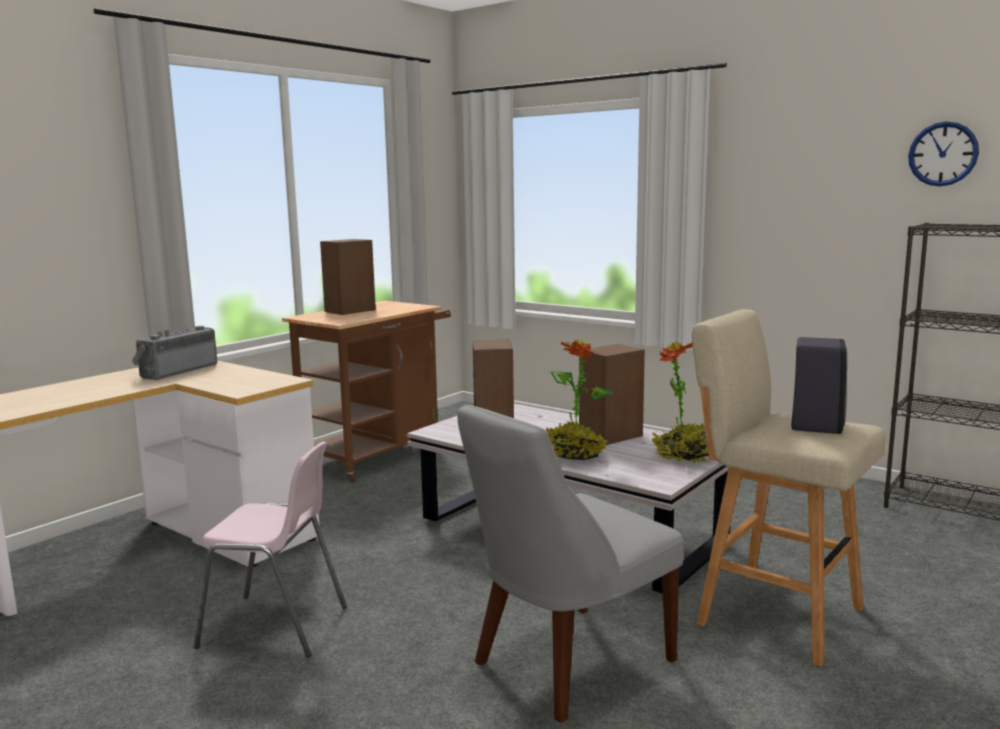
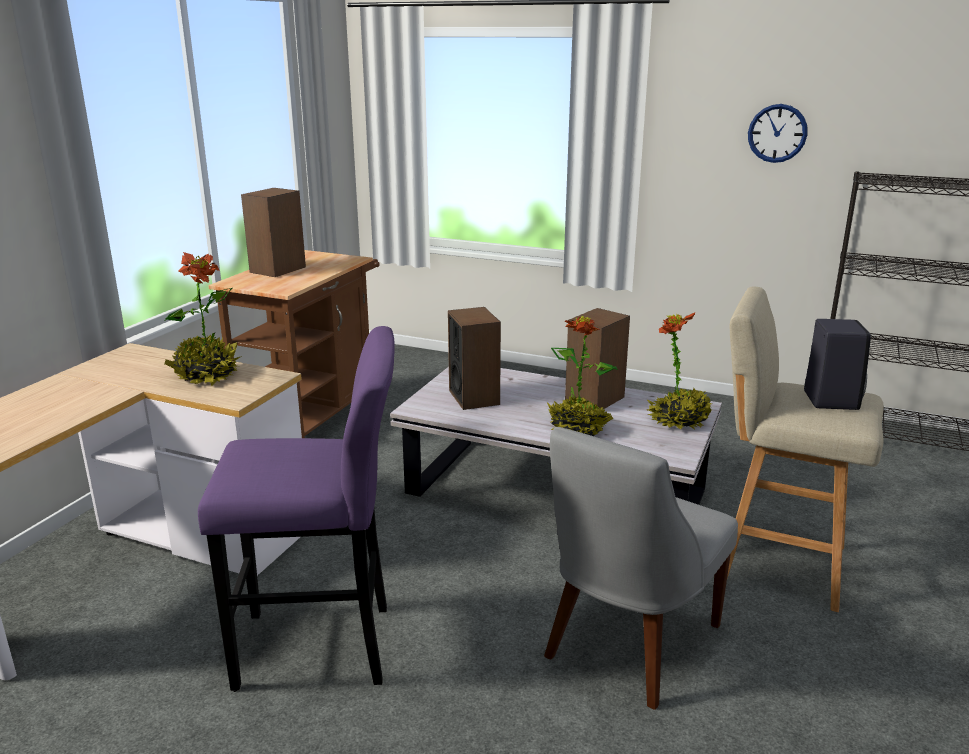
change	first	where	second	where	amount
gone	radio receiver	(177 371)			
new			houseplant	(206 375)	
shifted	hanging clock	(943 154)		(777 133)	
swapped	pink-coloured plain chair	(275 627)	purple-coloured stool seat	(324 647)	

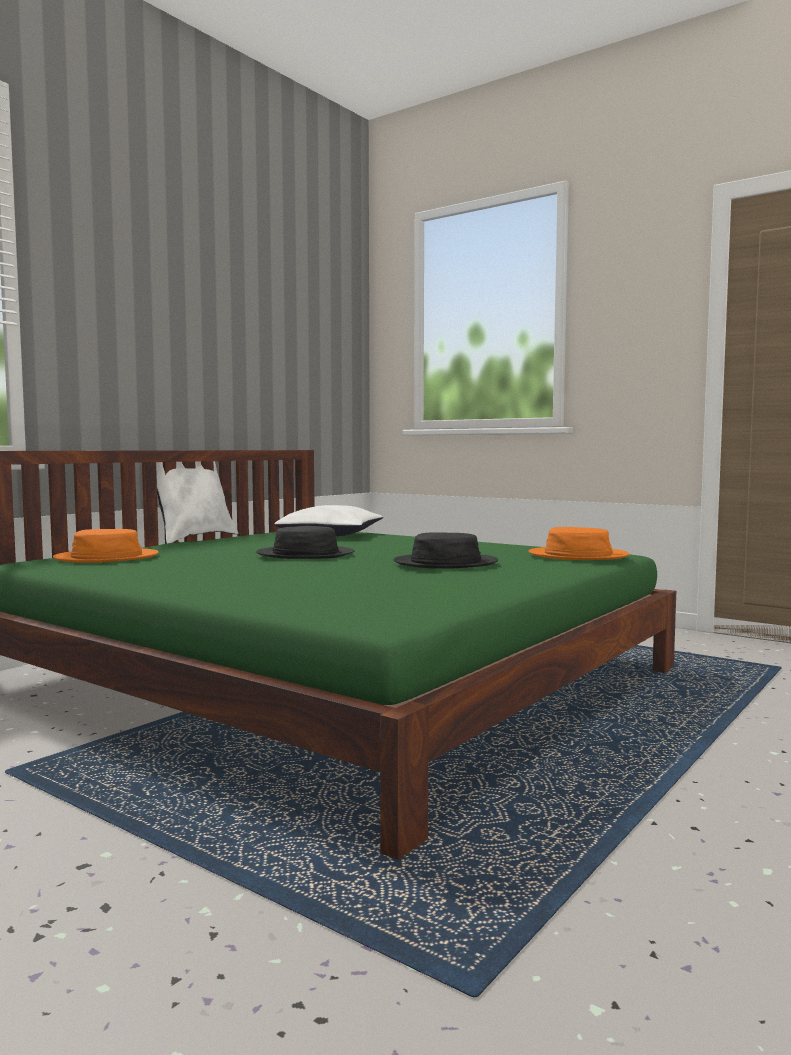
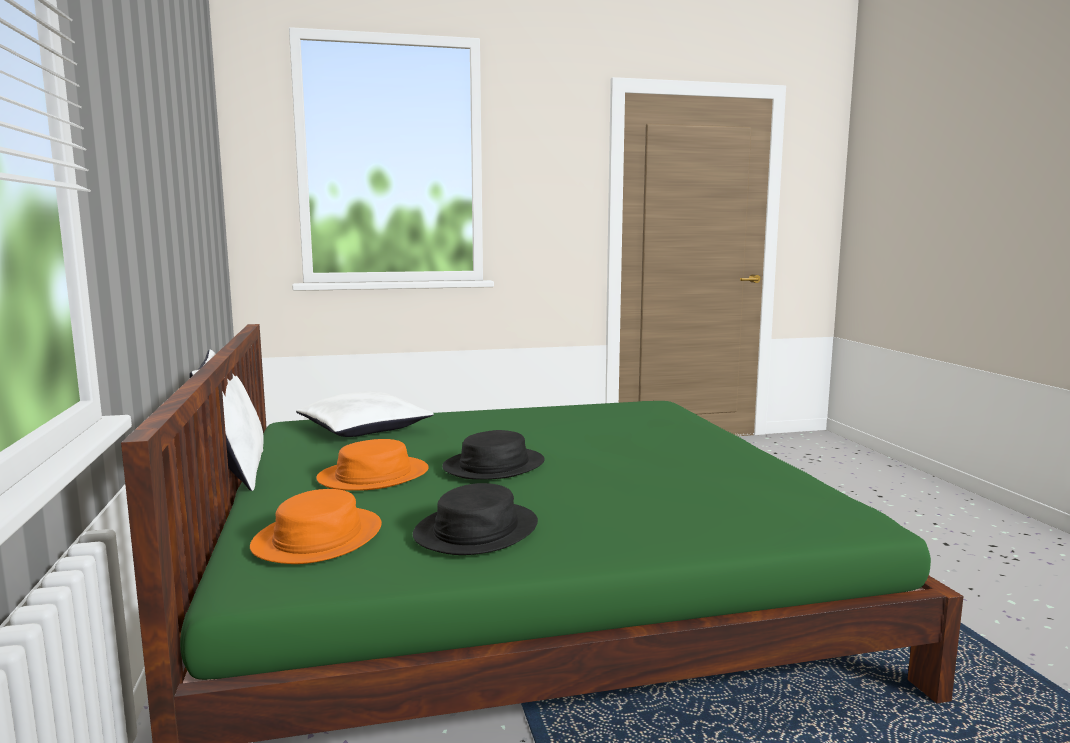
change	first	where	second	where	amount
shifted	blackish clothing hat	(445 563)		(476 530)	
shifted	orange-coloured clothing hat	(578 556)		(373 475)	

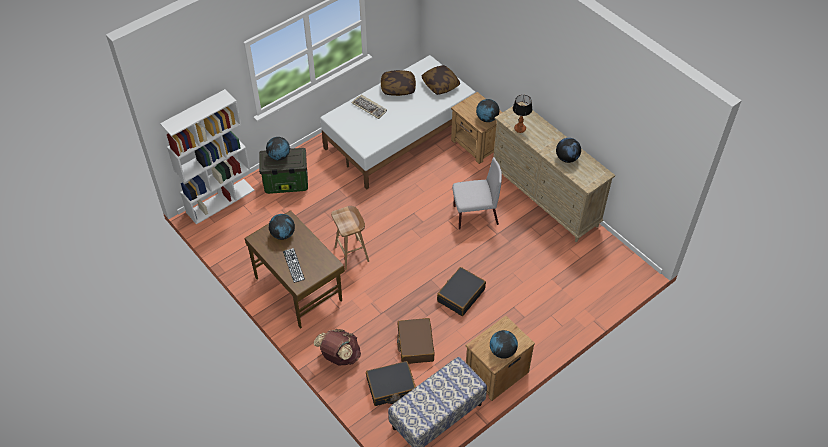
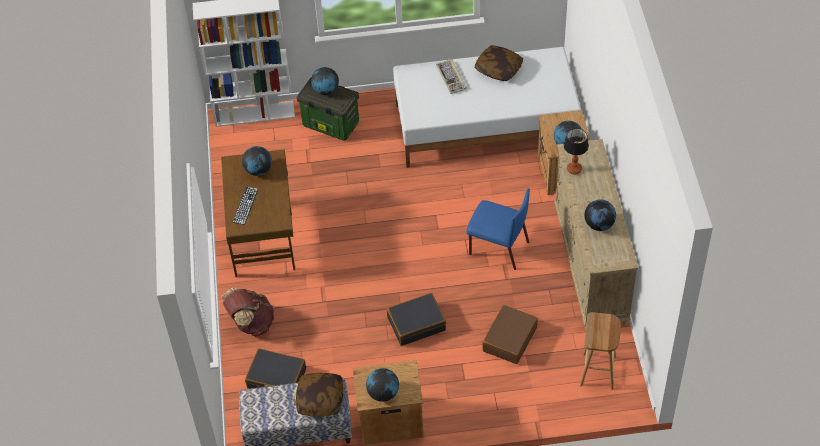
change	first	where	second	where	amount
shifted	brown stool seat	(352 254)		(598 372)	
shifted	brown travel case	(415 345)		(509 339)	
shifted	pillow	(440 85)		(320 399)	
repainted	grey plain chair	(474 215)	blue-coloured plain chair	(498 248)	

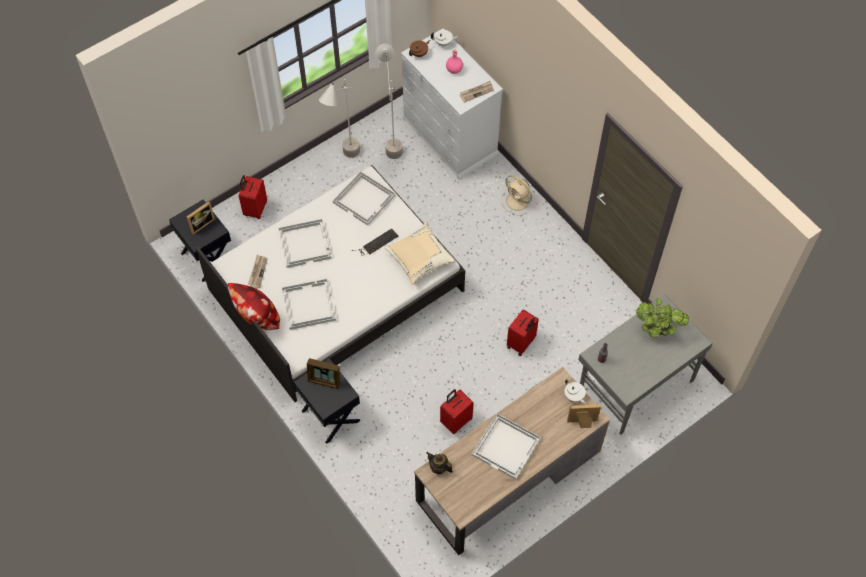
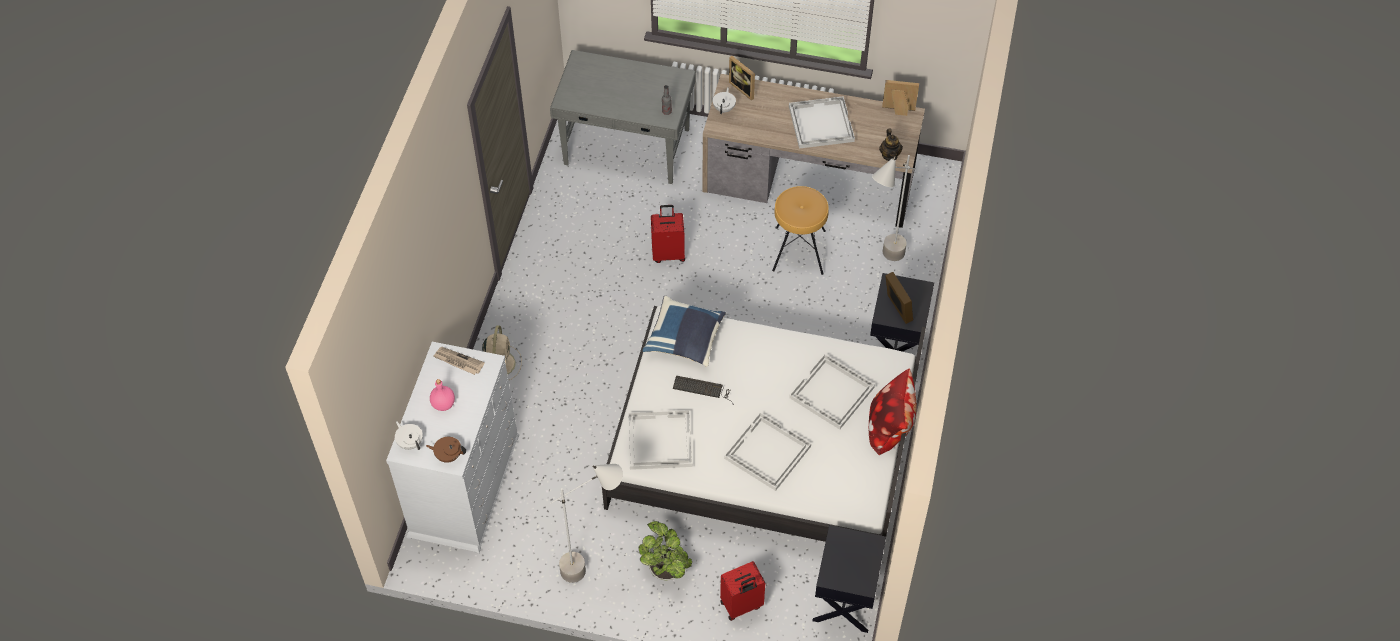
change	first	where	second	where	amount
gone	daily paper	(257 272)			
shifted	photo frame	(201 224)		(898 110)	
shifted	grey standard lamp	(391 140)		(882 264)	
shifted	houseplant	(657 329)		(665 567)	
swapped	reddish travel case	(455 421)	brown stool seat	(798 250)	
repainted	sand-coloured pillow	(419 259)	blue-coloured pillow	(685 339)	

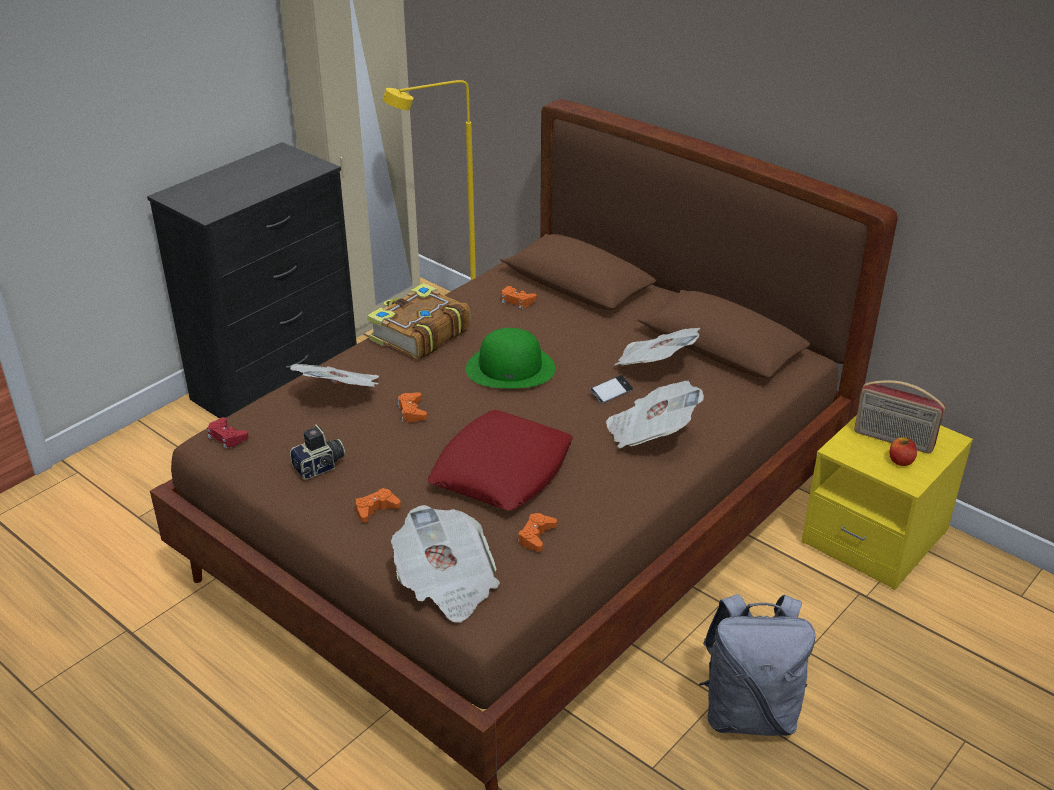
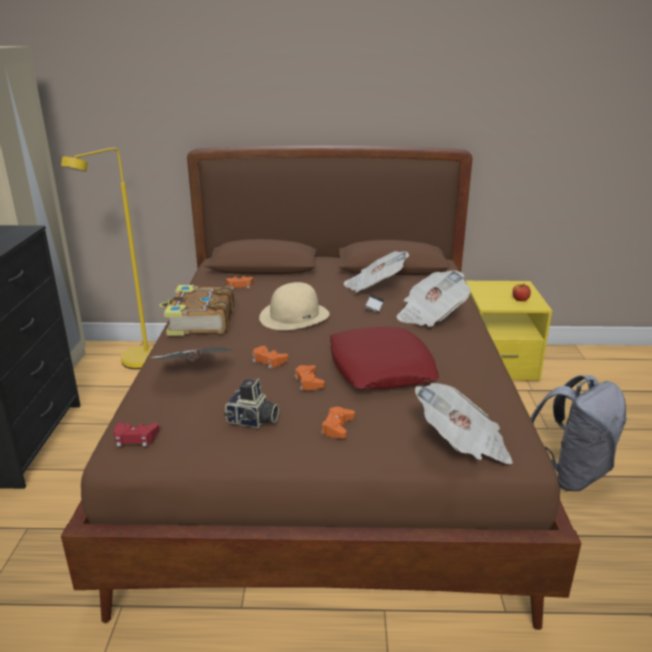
change	first	where	second	where	amount
gone	radio receiver	(893 440)			
shifted	orange-coloured game controller	(536 536)		(308 382)	
repainted	green-coloured clothing hat	(510 368)	sand-coloured clothing hat	(294 316)	
rotated	photo camera	(320 467)		(252 421)	90 degrees clockwise

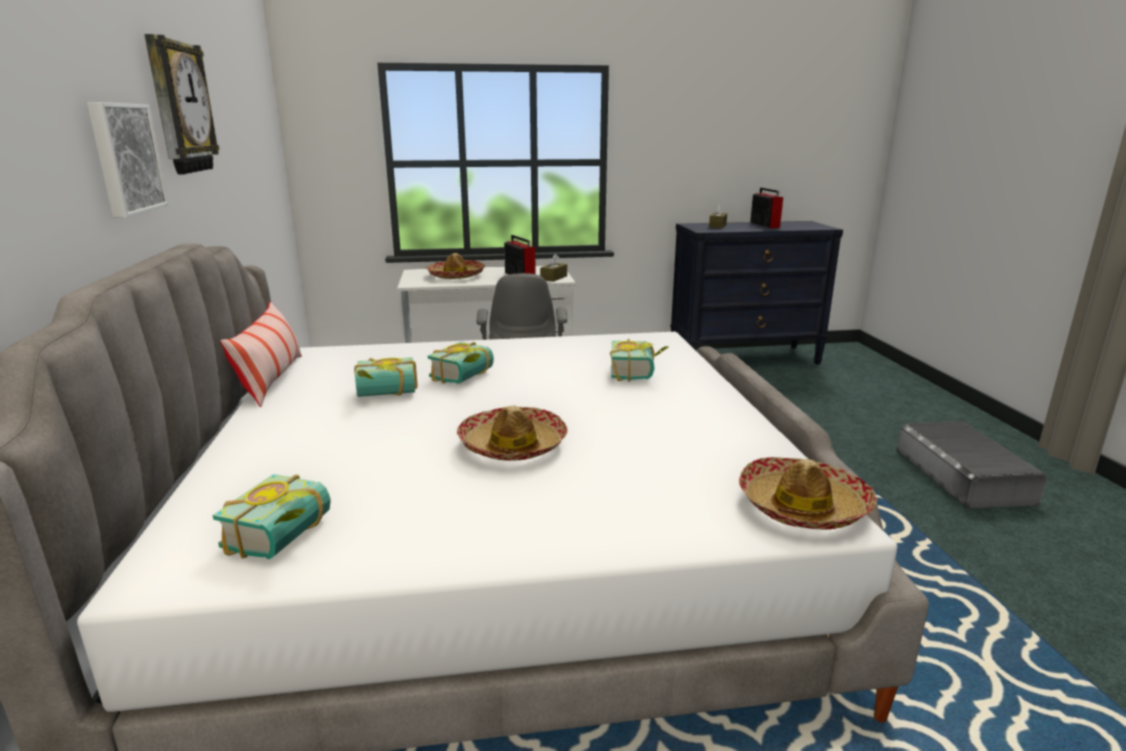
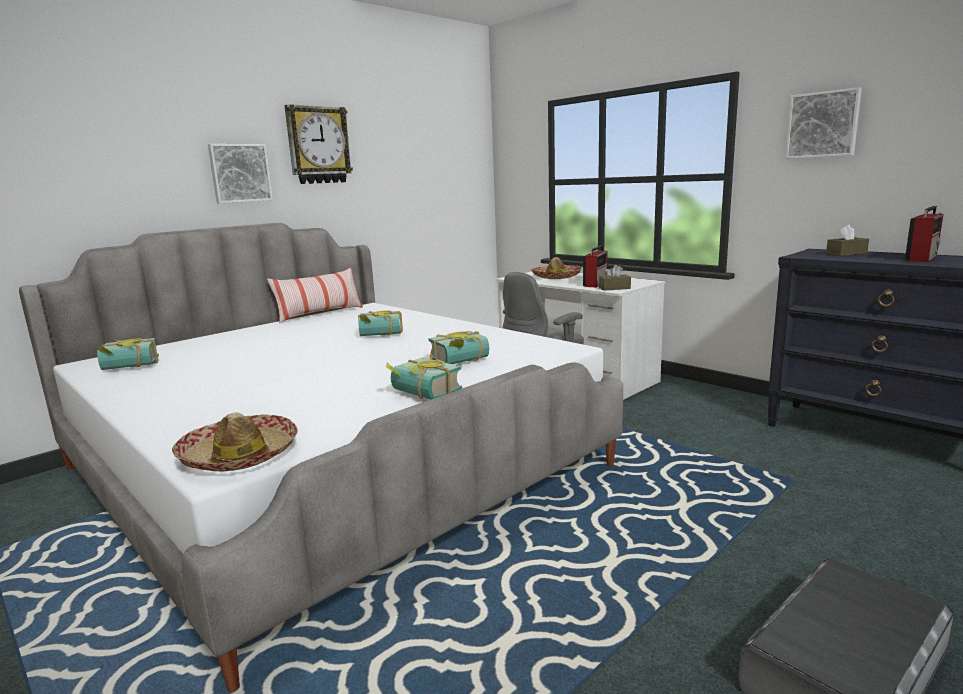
change	first	where	second	where	amount
gone	clothing hat	(512 446)			
new			wall picture	(823 125)	
shifted	bound book	(386 394)		(421 395)	

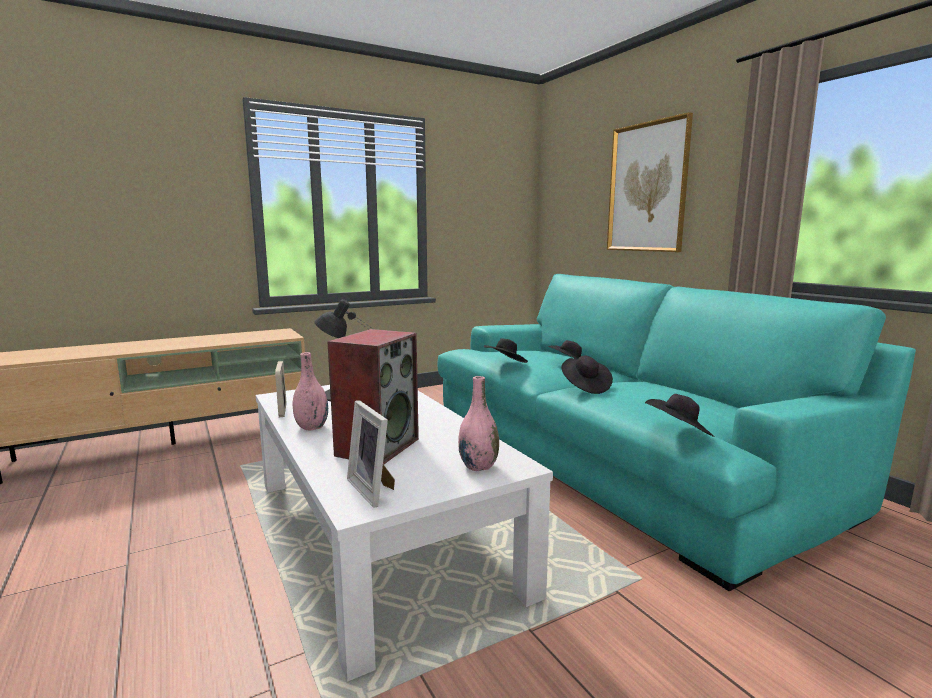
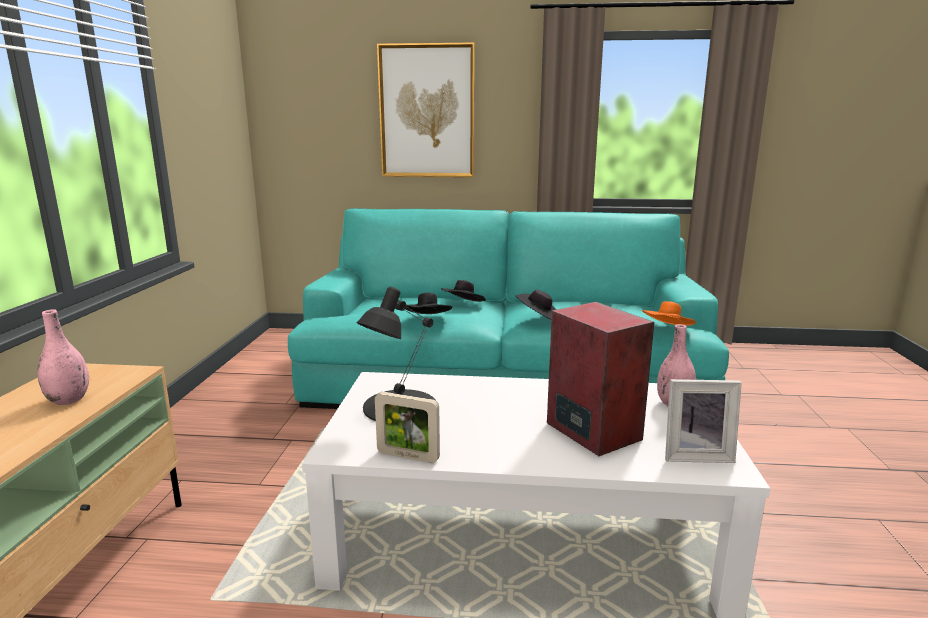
change	first	where	second	where	amount
shifted	pink-coloured decorative vase	(311 427)		(68 400)	
repainted	blackish clothing hat	(678 433)	orange-coloured clothing hat	(667 330)	

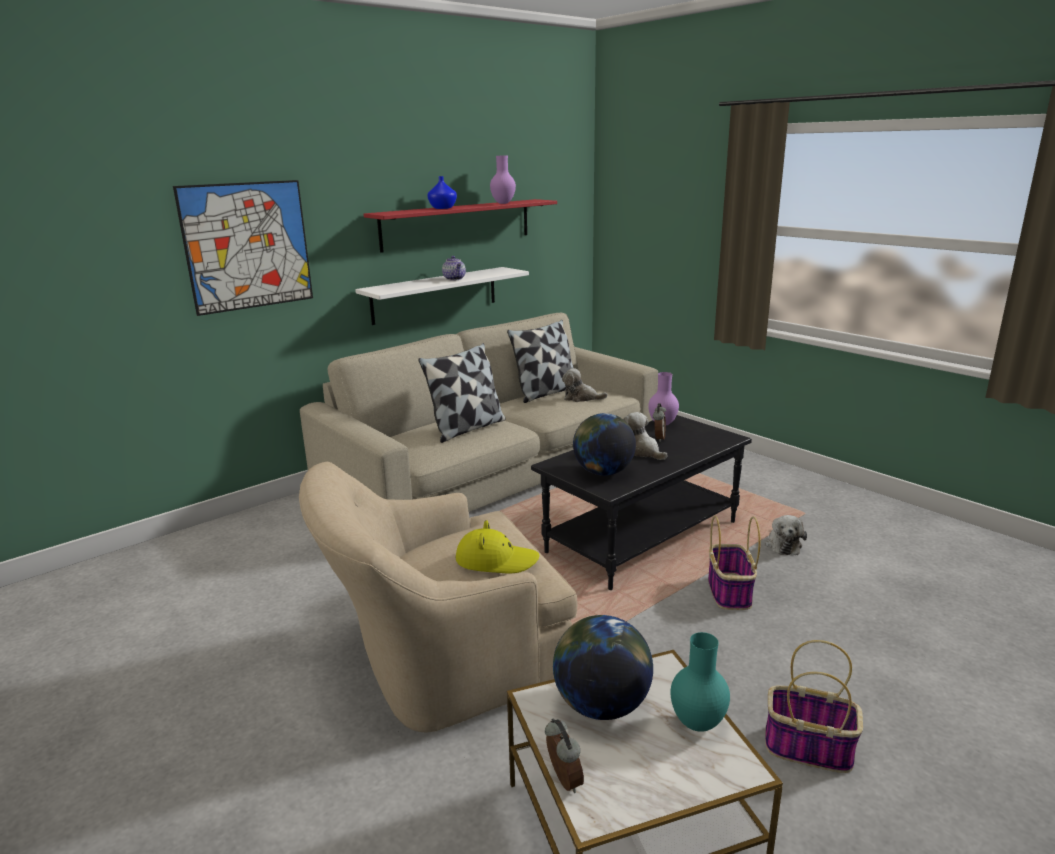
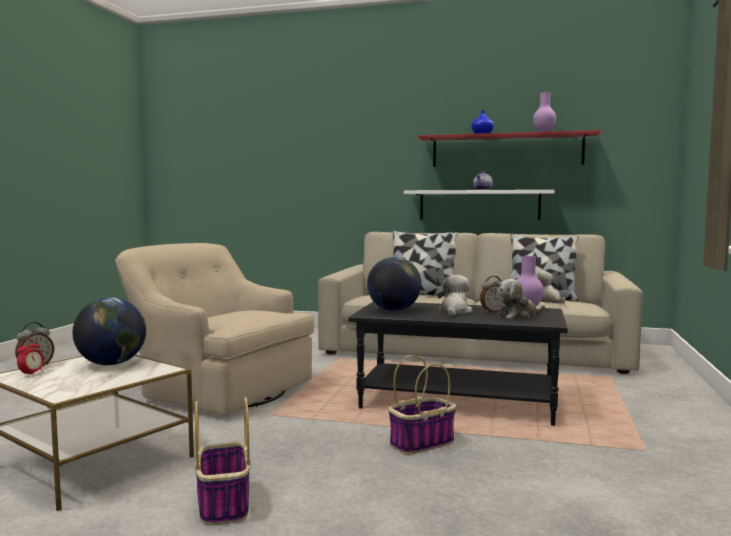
change	first	where	second	where	amount
gone	wall picture	(248 246)			
gone	yellow-coloured clothing hat	(496 560)			
gone	turquoise-coloured decorative vase	(697 723)			
new			table clock	(31 374)	
shifted	plush toy	(783 544)		(518 316)	

